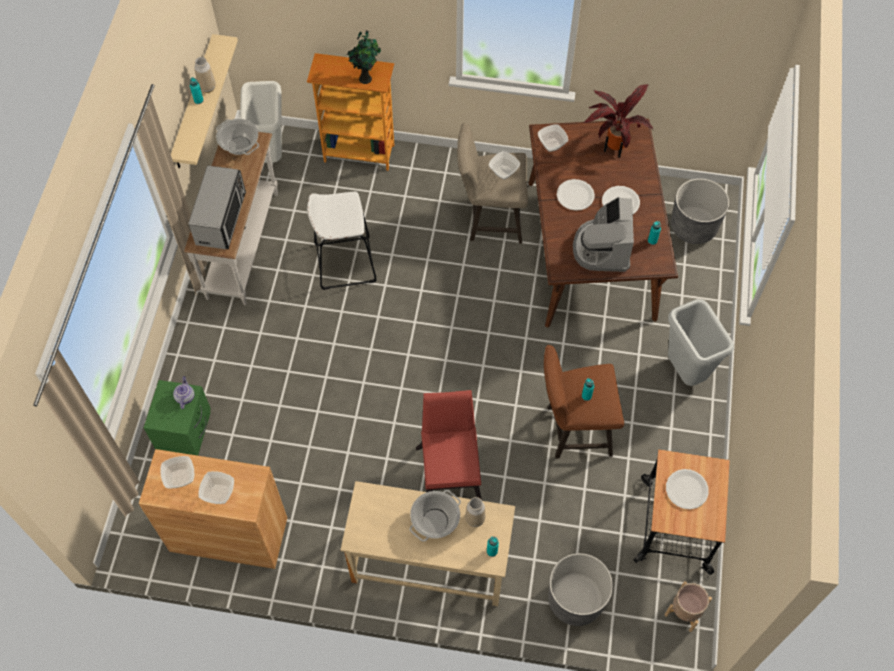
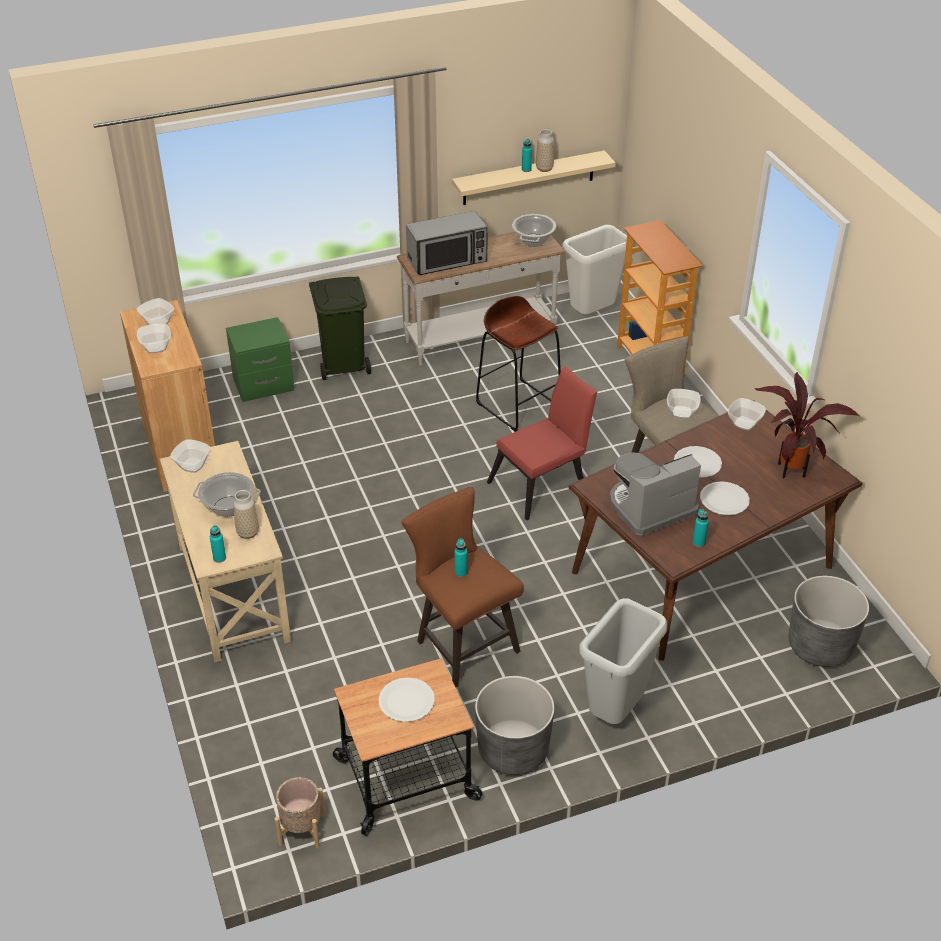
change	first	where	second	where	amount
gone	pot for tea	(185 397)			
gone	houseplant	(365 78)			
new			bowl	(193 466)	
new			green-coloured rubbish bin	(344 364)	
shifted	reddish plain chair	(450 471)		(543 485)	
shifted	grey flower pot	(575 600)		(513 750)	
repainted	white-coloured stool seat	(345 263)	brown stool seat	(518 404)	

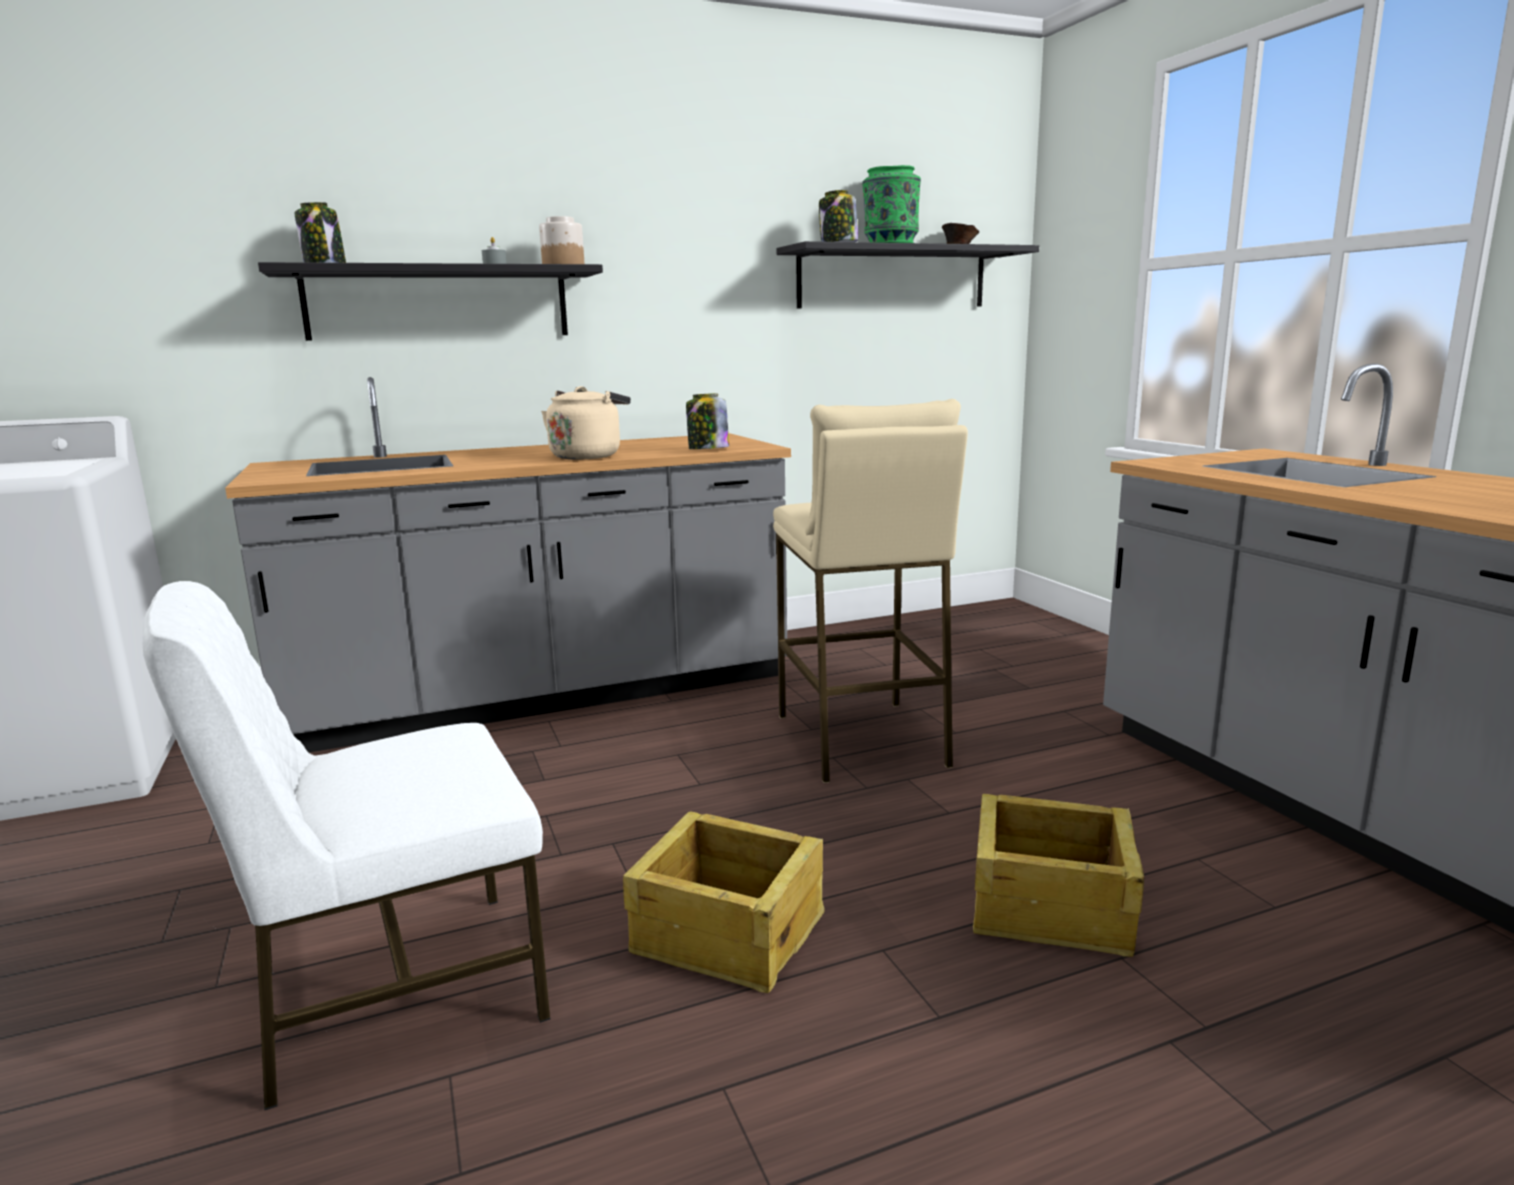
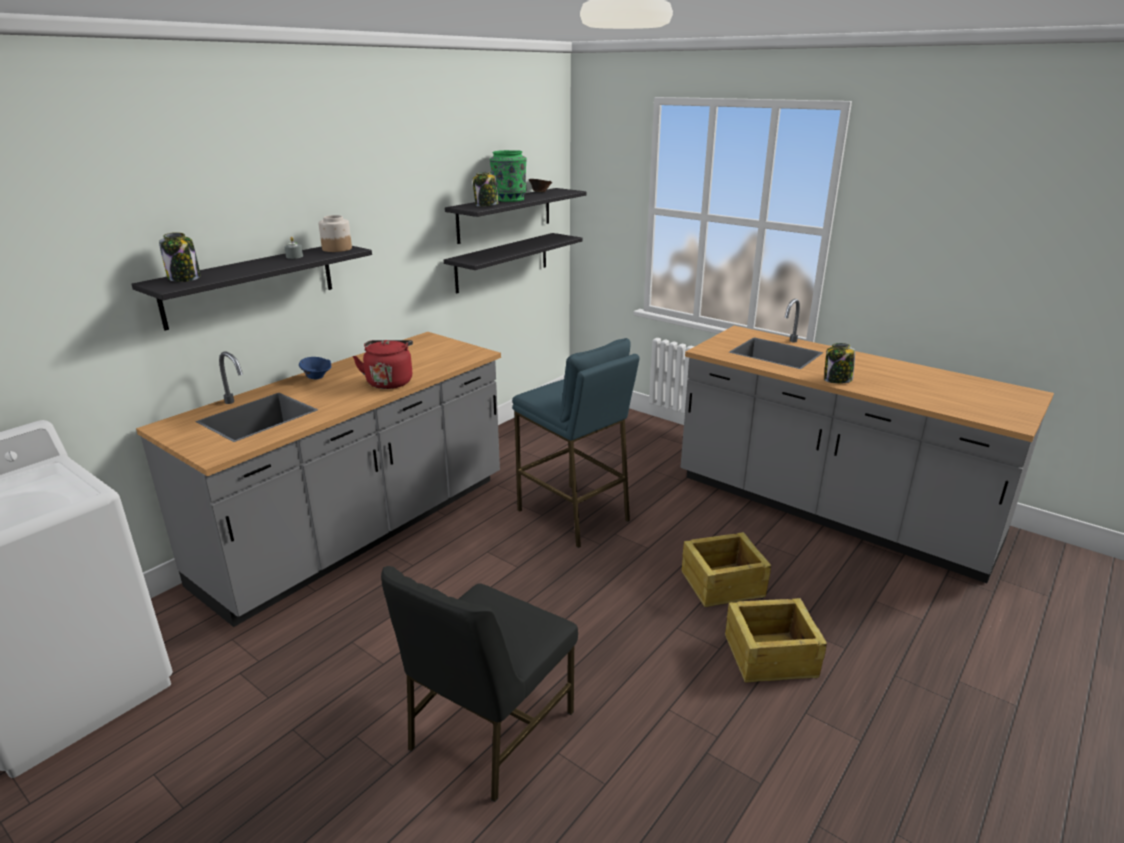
change	first	where	second	where	amount
new			blue-coloured bowl	(317 377)	
new			blackish wall shelf	(502 262)	
shifted	crate	(727 931)		(769 655)	
shifted	storage jar	(707 449)		(837 380)	
repainted	white-coloured plain chair	(392 992)	blackish plain chair	(488 730)	
repainted	sand-coloured water kettle	(588 456)	reddish water kettle	(389 381)	
repainted	sand-coloured stool seat	(861 740)	blue-coloured stool seat	(573 515)	

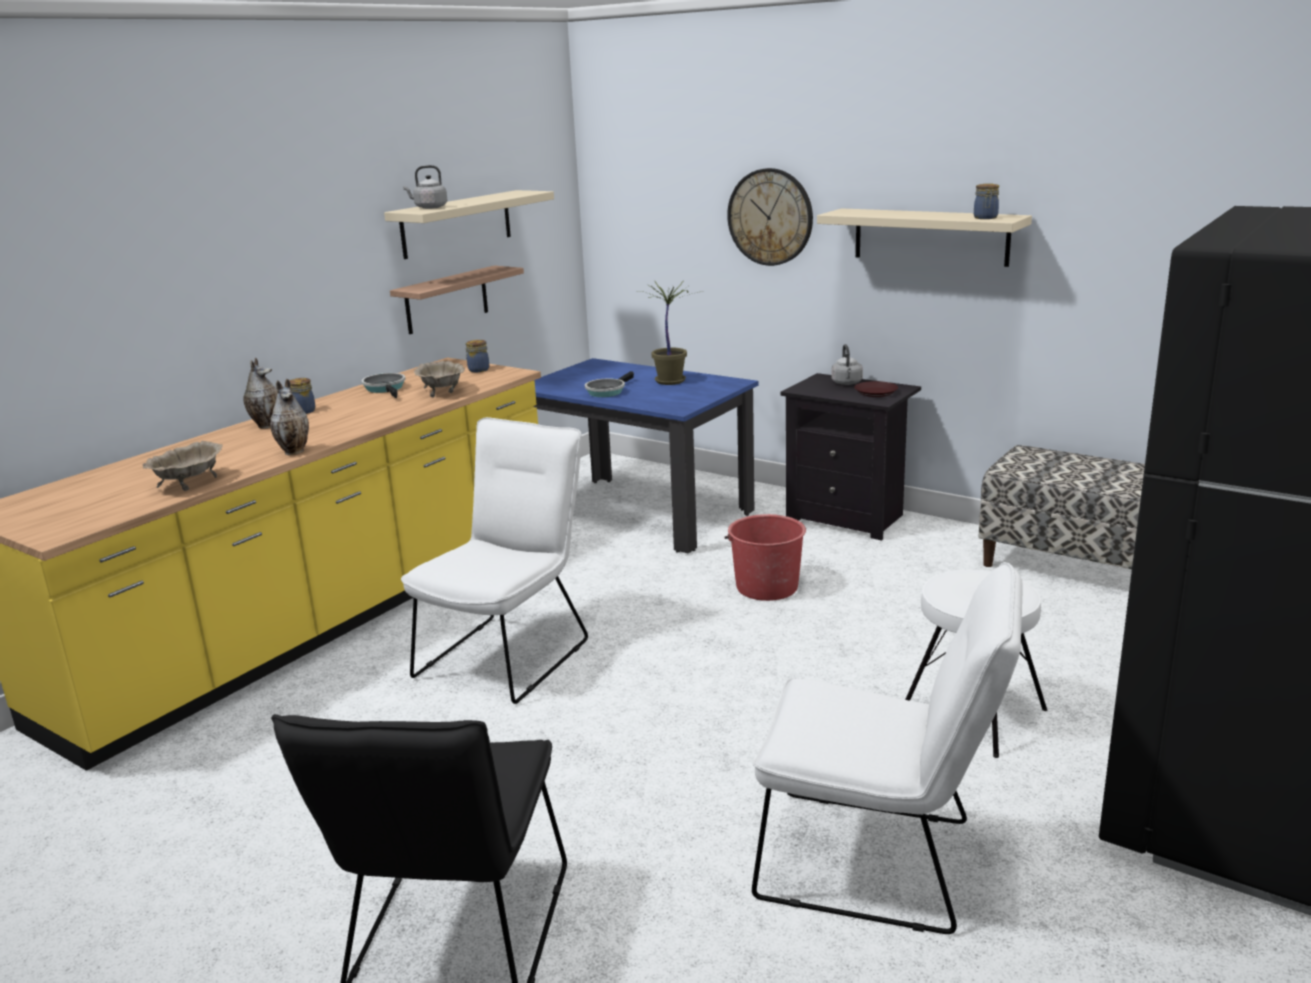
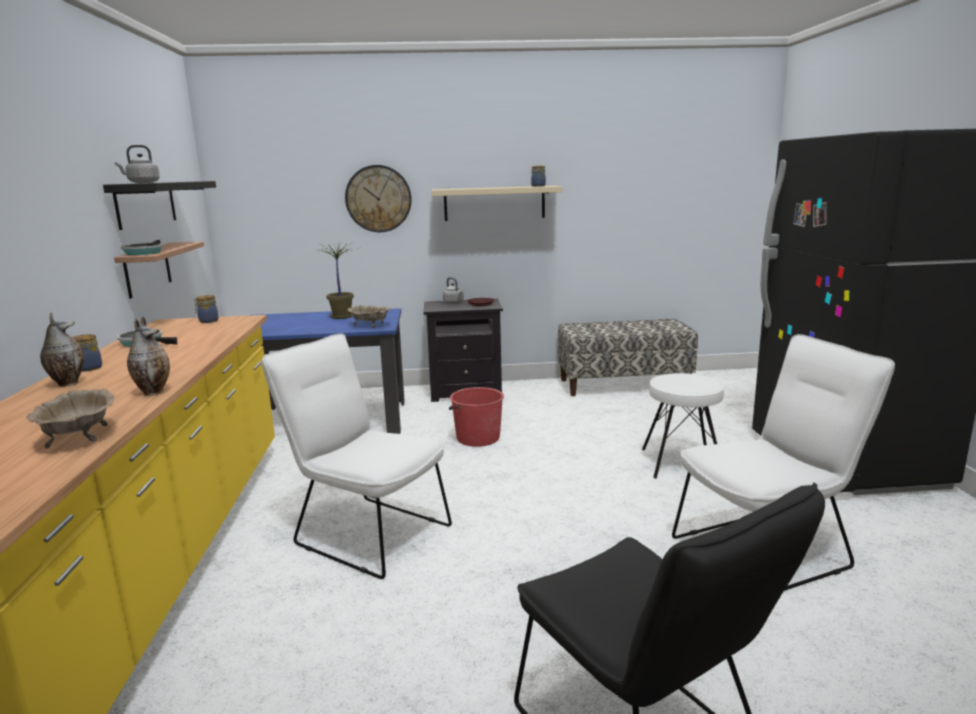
change	first	where	second	where	amount
shifted	sand-coloured bowl	(442 391)		(370 325)	
shifted	skillet	(607 391)		(144 253)	
repainted	sand-coloured wall shelf	(456 224)	blackish wall shelf	(146 204)	
rotated	white-coloured plain chair	(510 653)		(365 532)	45 degrees counterclockwise

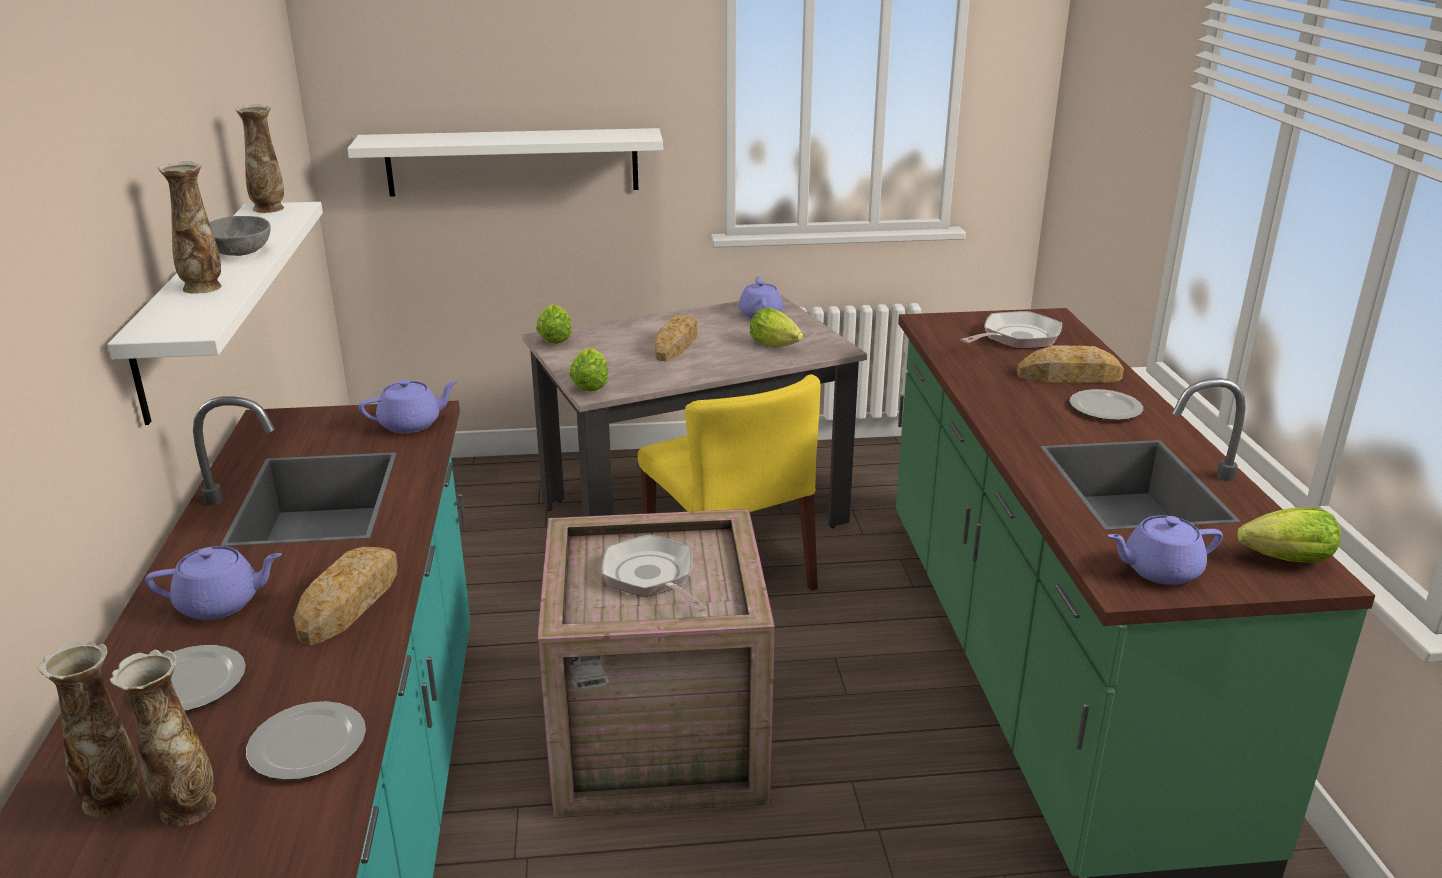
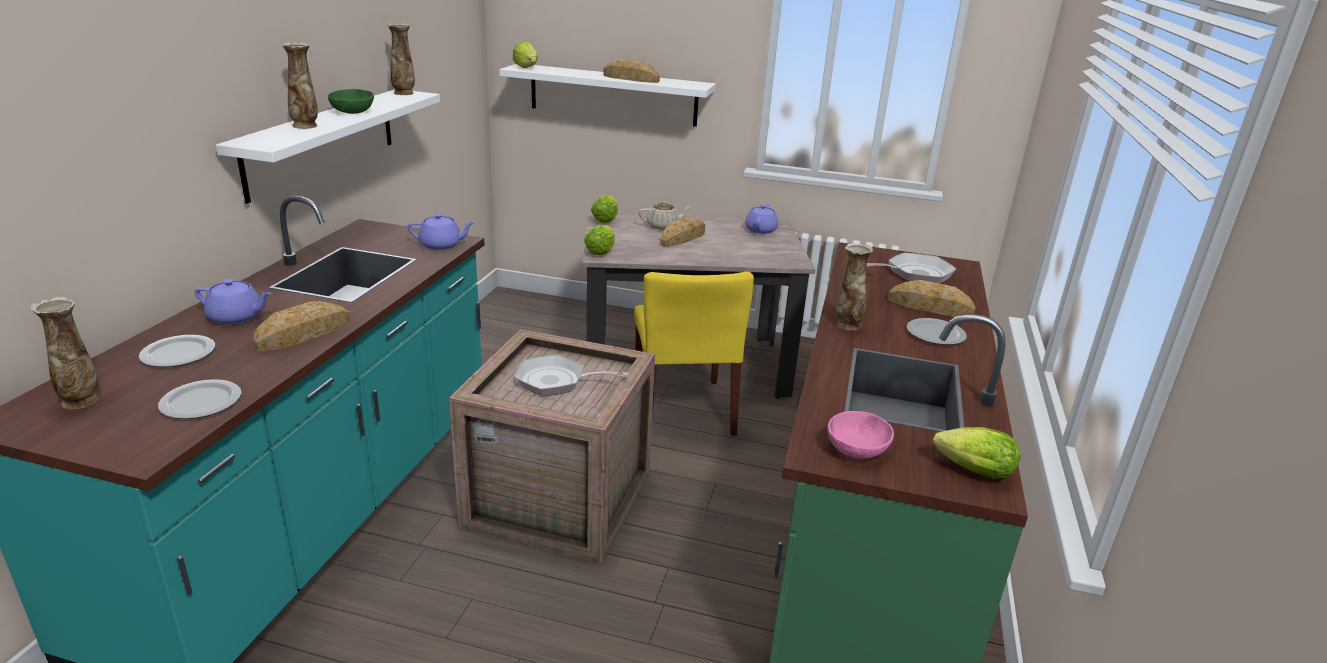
change	first	where	second	where	amount
new			bakery bread	(630 78)	
new			sand-coloured pot for tea	(663 226)	
shifted	decorative vase	(186 808)		(847 325)	
shifted	lettuce head	(777 346)		(527 68)	
swapped	purple-coloured pot for tea	(1159 570)	pink-coloured bowl	(857 451)	
repainted	grey bowl	(241 253)	green-coloured bowl	(353 112)	
rotated	skillet	(652 578)		(556 381)	75 degrees counterclockwise

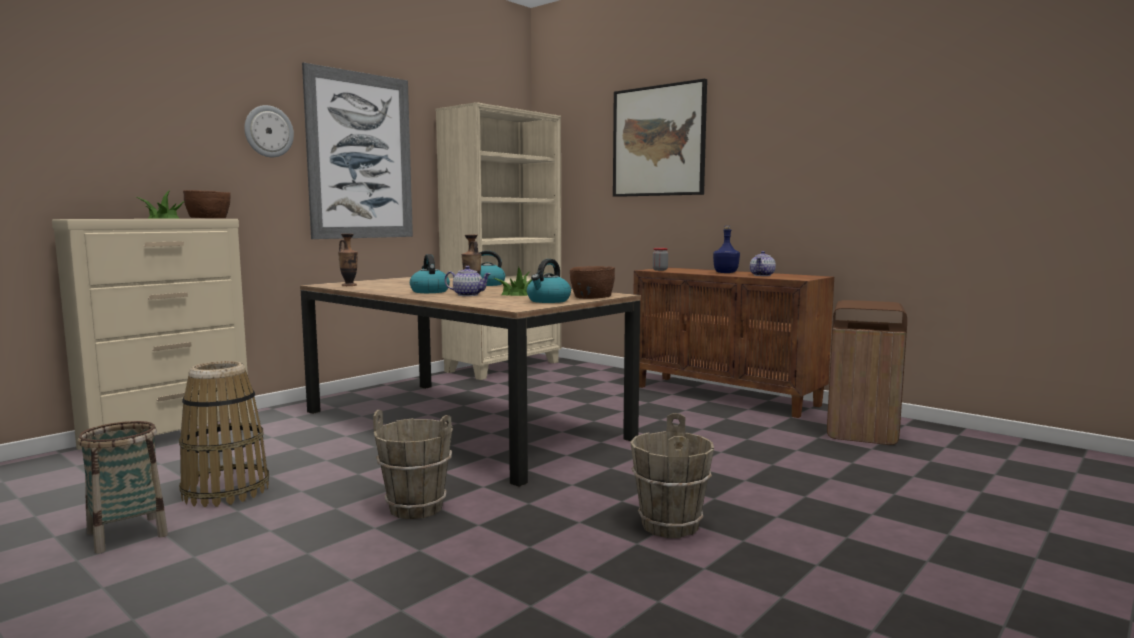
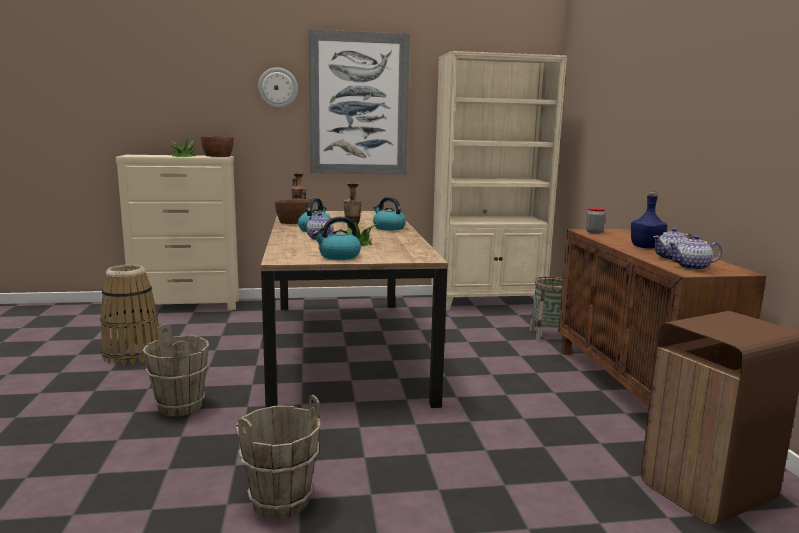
change	first	where	second	where	amount
gone	wall picture	(658 141)			
new			pot for tea	(692 267)	
shifted	storage basket	(127 534)		(548 335)	
shifted	brown bowl	(591 297)		(292 222)	

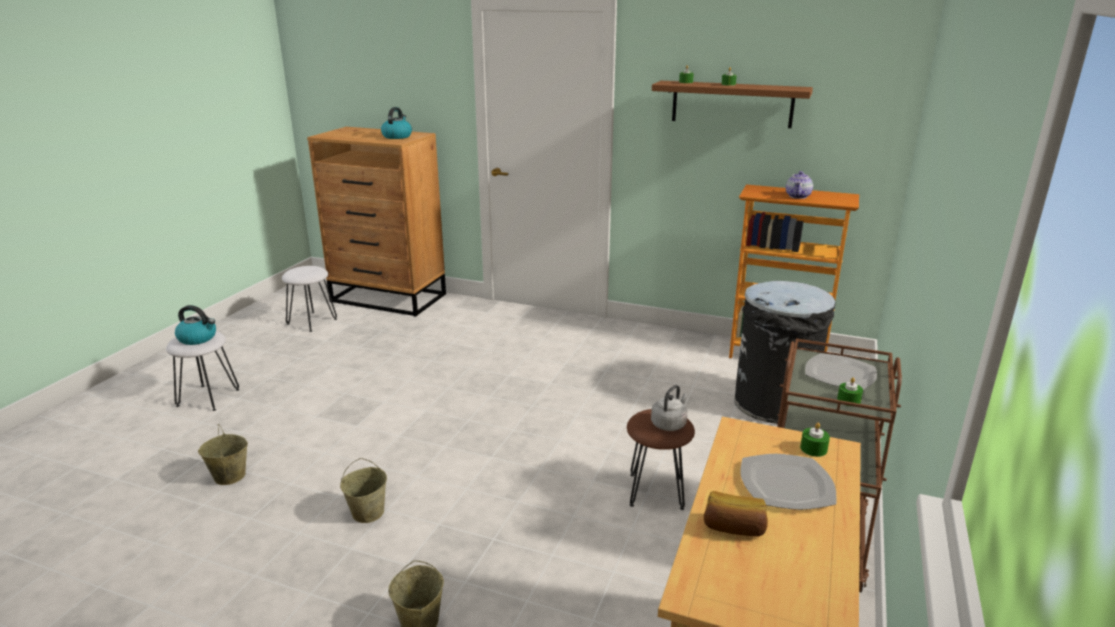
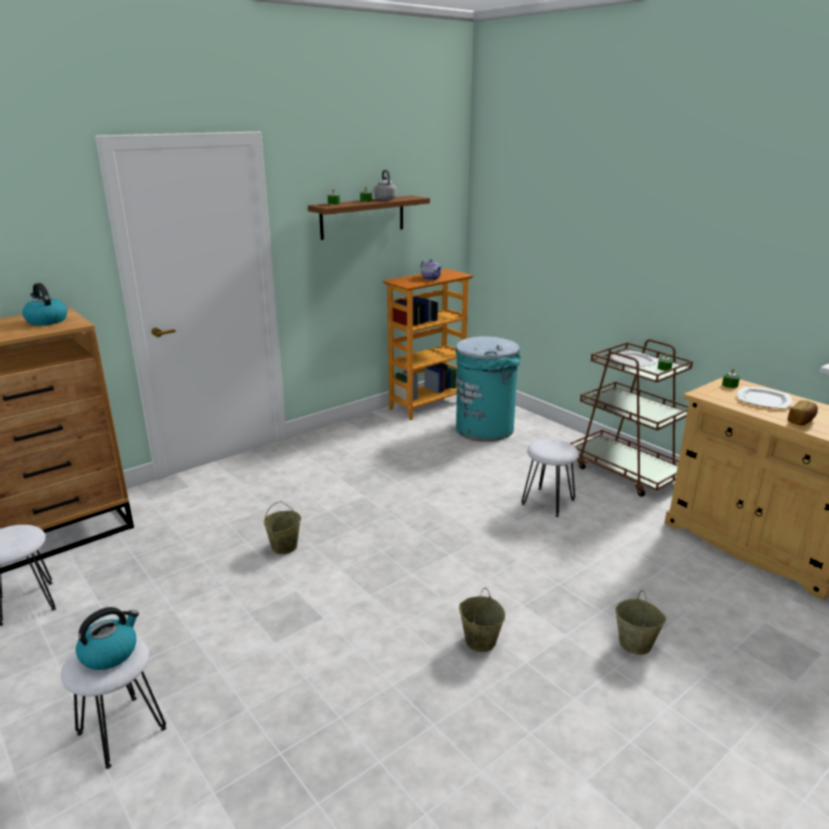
change	first	where	second	where	amount
shifted	sand-coloured water bucket	(229 476)		(284 547)	
shifted	grey water kettle	(669 424)		(384 199)	
repainted	brown stool seat	(655 491)	white-coloured stool seat	(547 502)	
repainted	blackish rubbish bin	(774 404)	turquoise-coloured rubbish bin	(485 429)	

